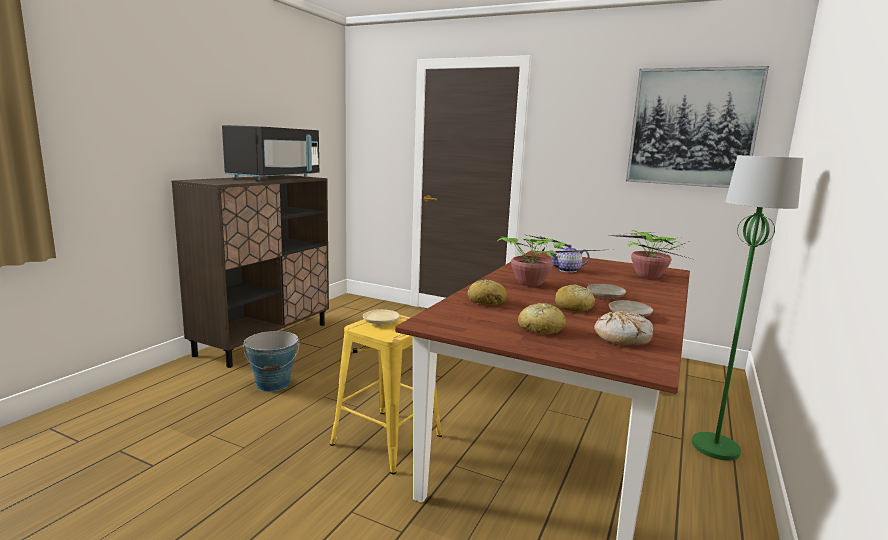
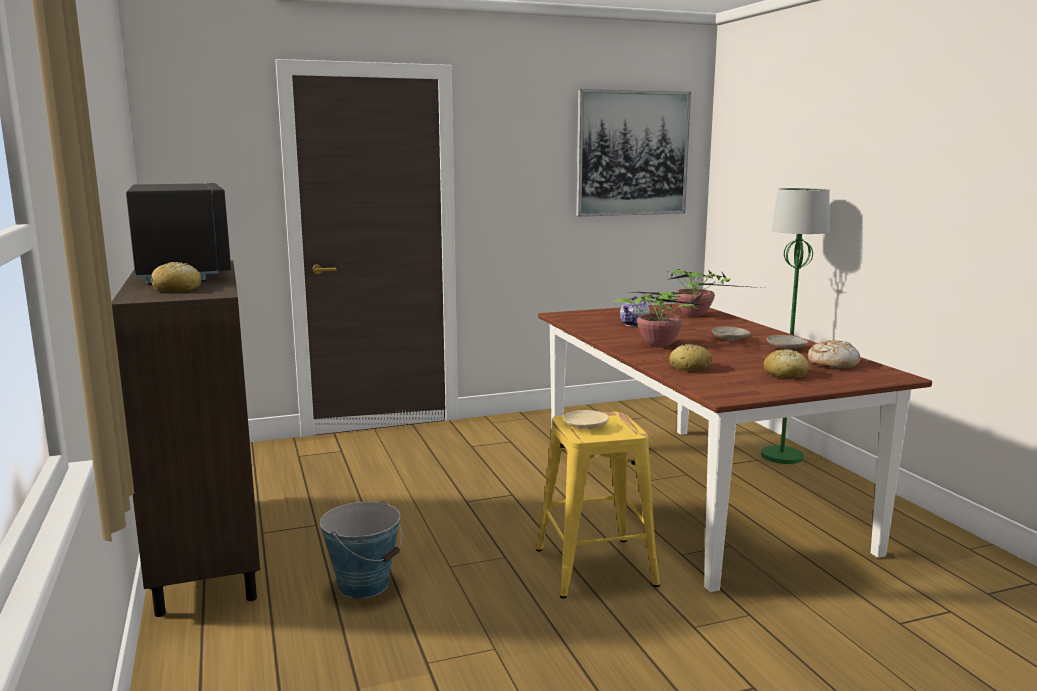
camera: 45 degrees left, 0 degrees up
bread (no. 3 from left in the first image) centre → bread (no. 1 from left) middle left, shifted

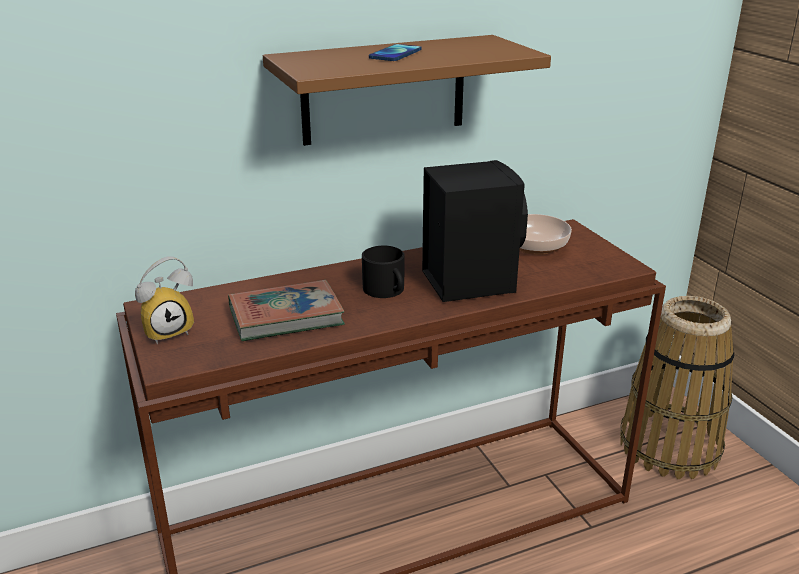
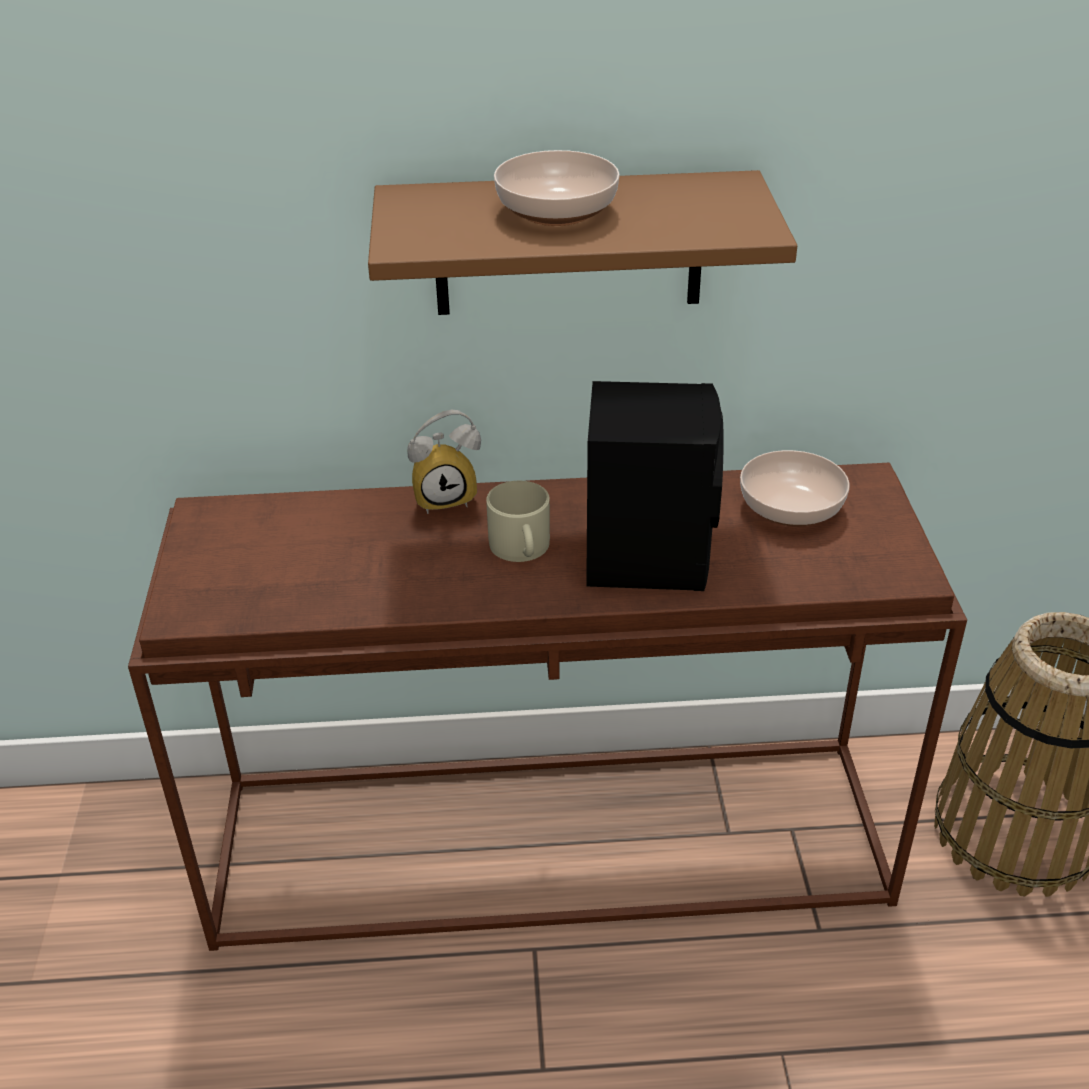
camera: 20 degrees right, 10 degrees up
volume centre → -
bedside clock middle left → bedside clock centre, shifted
telephone top centre → deep dish (no. 1 from left) top centre
black-coloured tea mug centre → beige tea mug centre

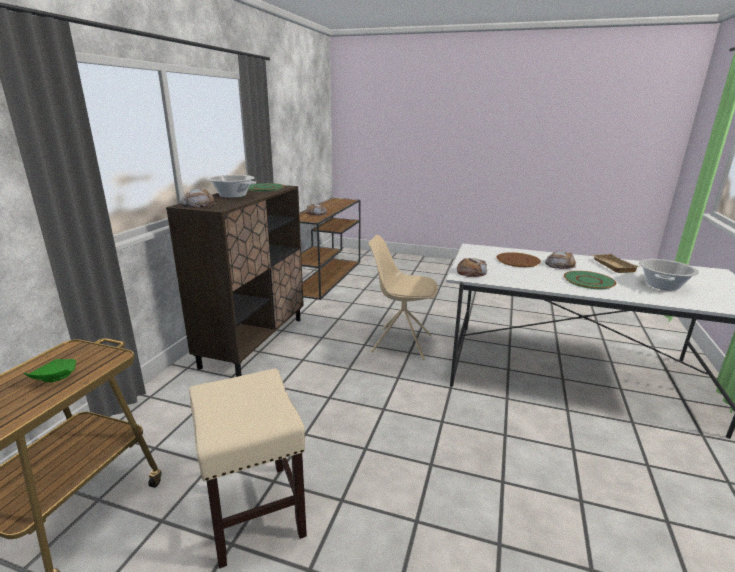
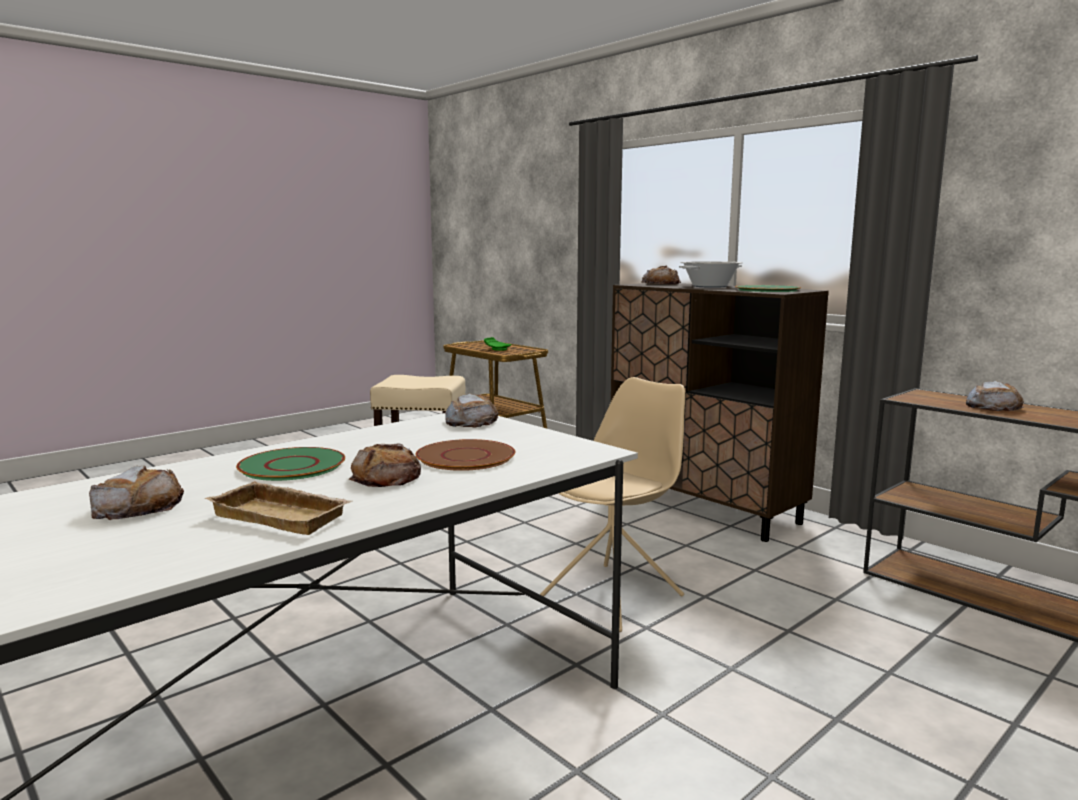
camera: 120 degrees right, 10 degrees down
saucepot (no. 2 from left) middle right → bread (no. 1 from left) middle left

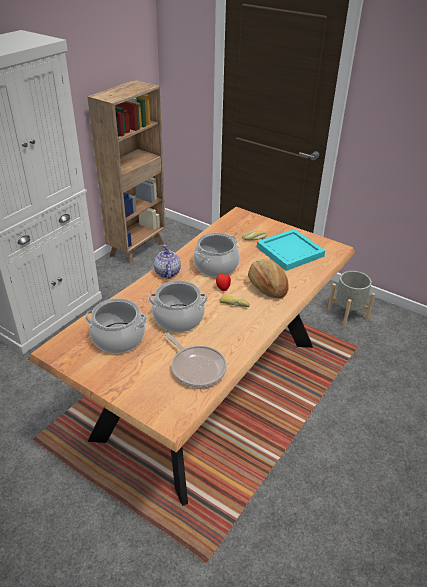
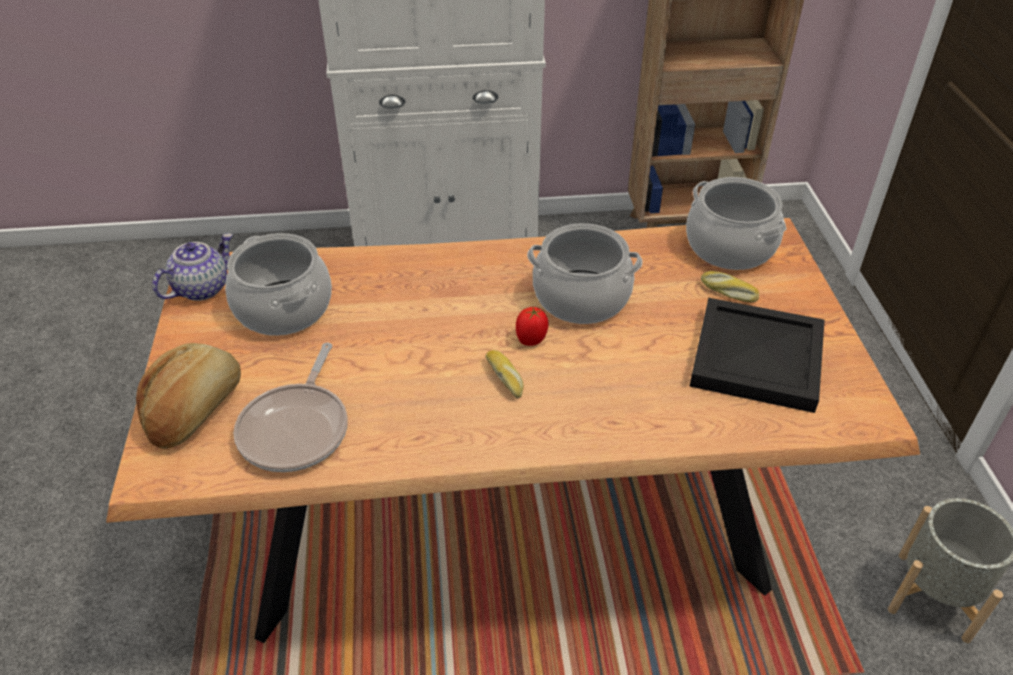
camera: 50 degrees right, 5 degrees up
saucepot (no. 2 from left in the first image) centre → saucepot (no. 3 from left) top right, shifted
tea pot centre → tea pot middle left, shifted
bread (no. 3 from left in the first image) centre → bread (no. 1 from left) middle left, shifted
turquoise-coloured tray middle right → black-coloured tray middle right

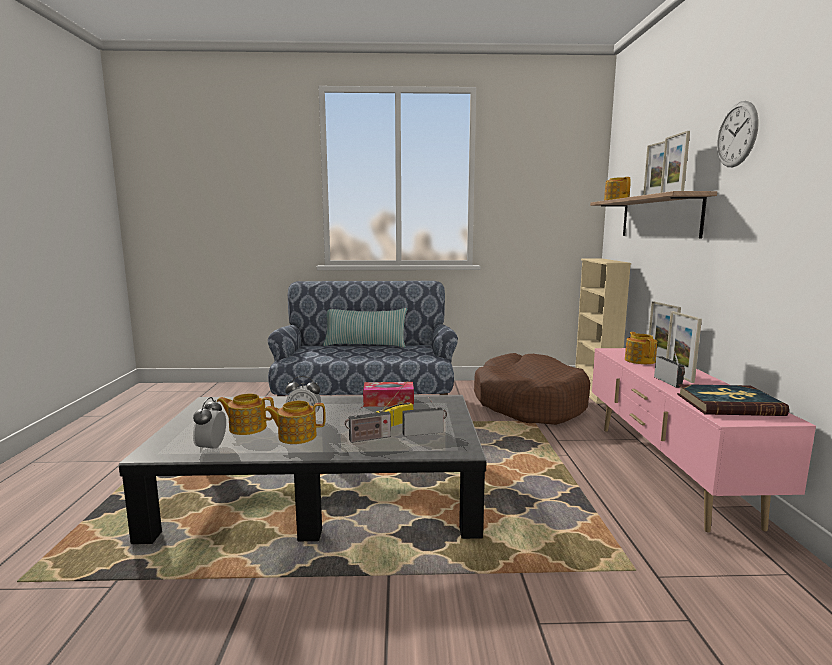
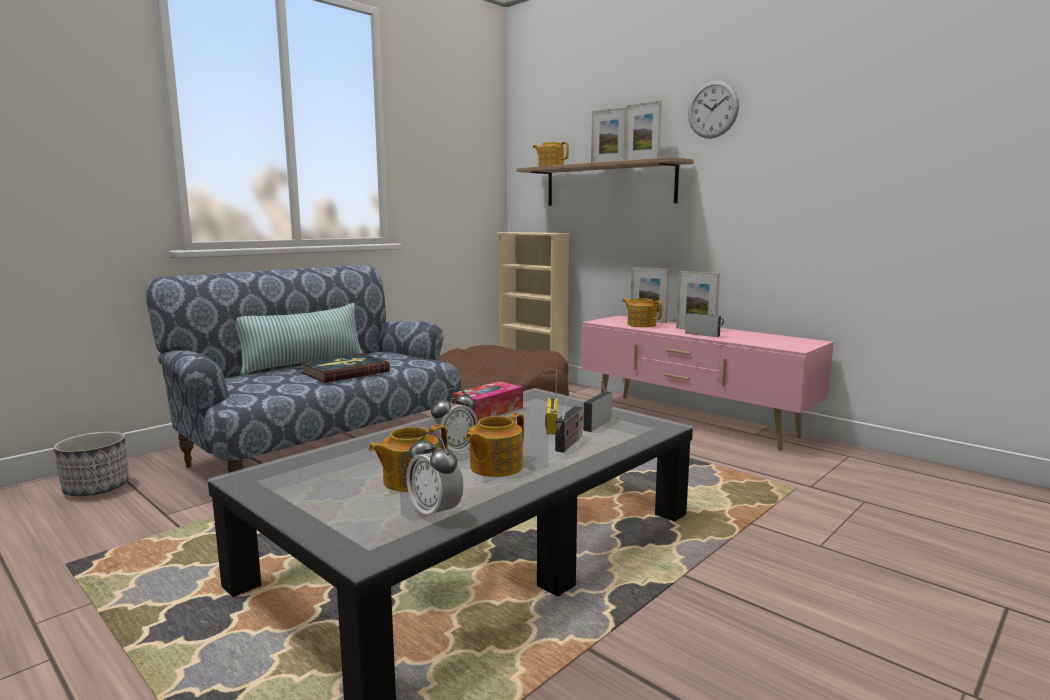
camera: 45 degrees left, 0 degrees up
- → plant pot middle left
volume middle right → volume middle left, shifted

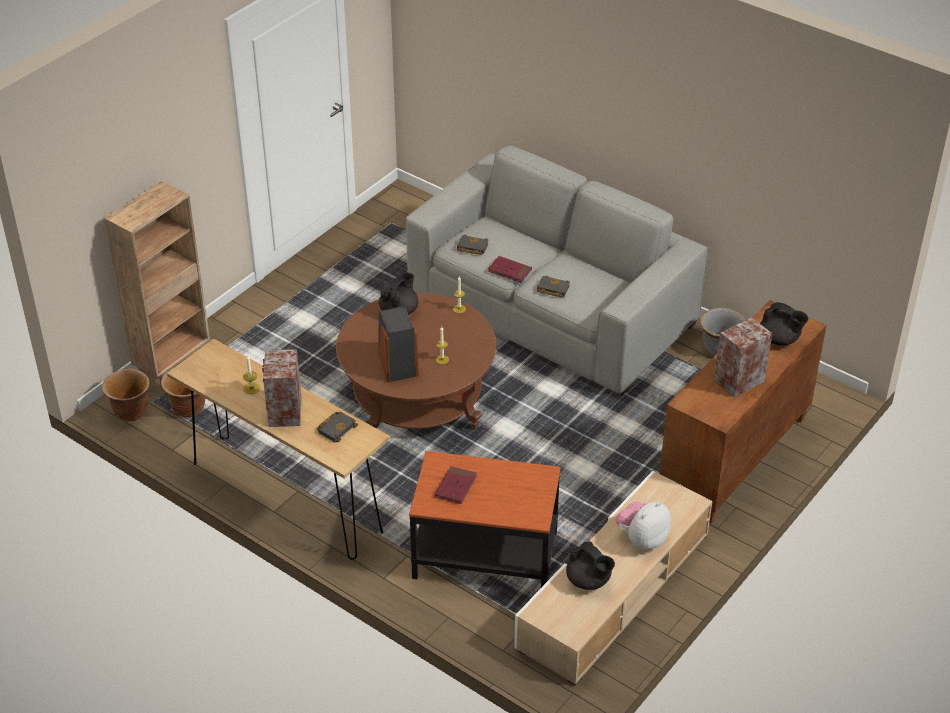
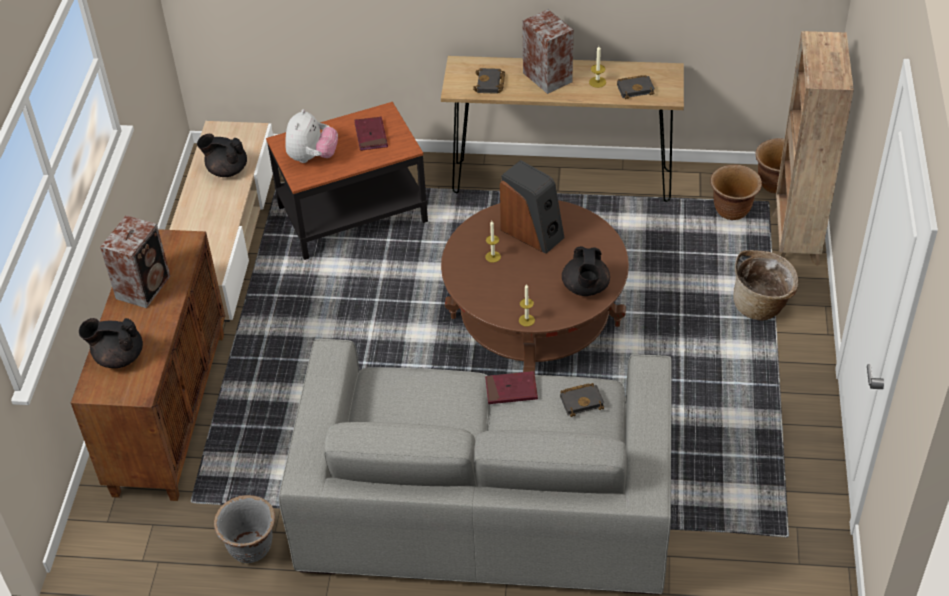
camera: 150 degrees right, 5 degrees up
- → storage basket middle right
black-coloured volume (no. 3 from left) centre → black-coloured volume (no. 3 from left) top right, shifted
cuddly toy bottom right → cuddly toy top left, shifted

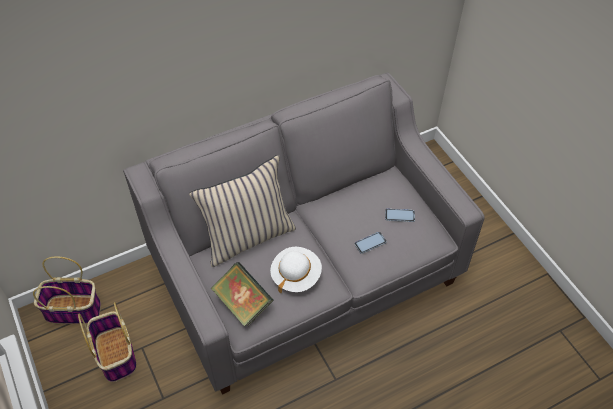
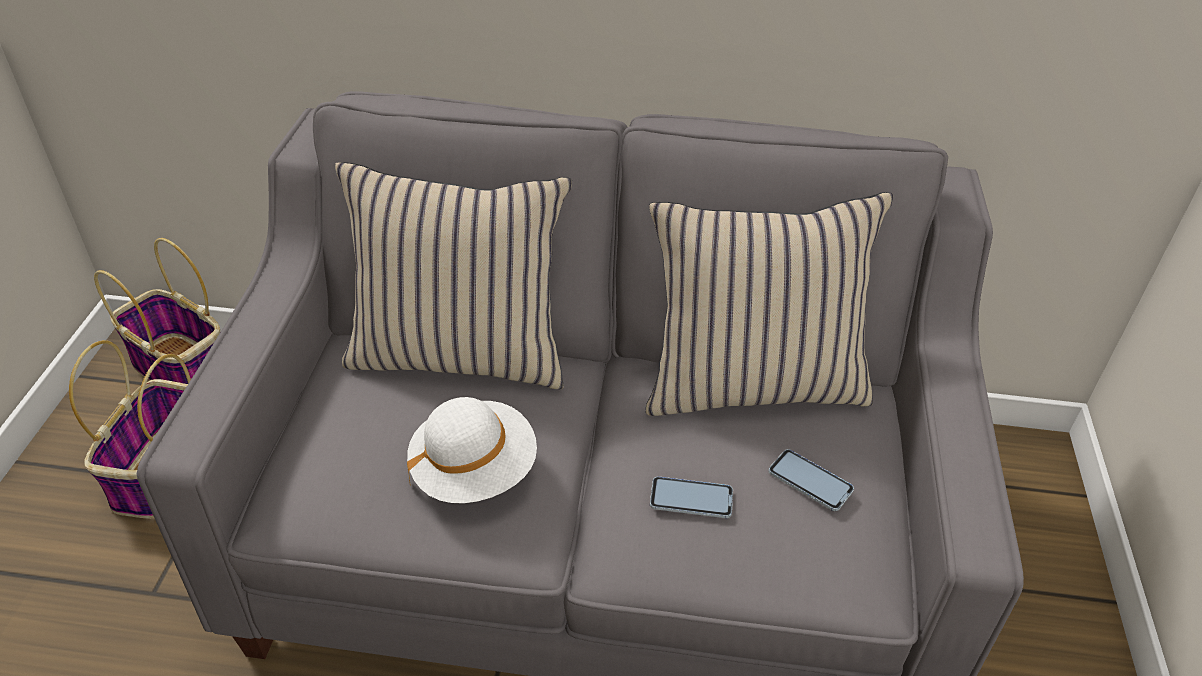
camera: 35 degrees right, 10 degrees down
volume bottom centre → -
- → beige pillow (no. 2 from left) centre

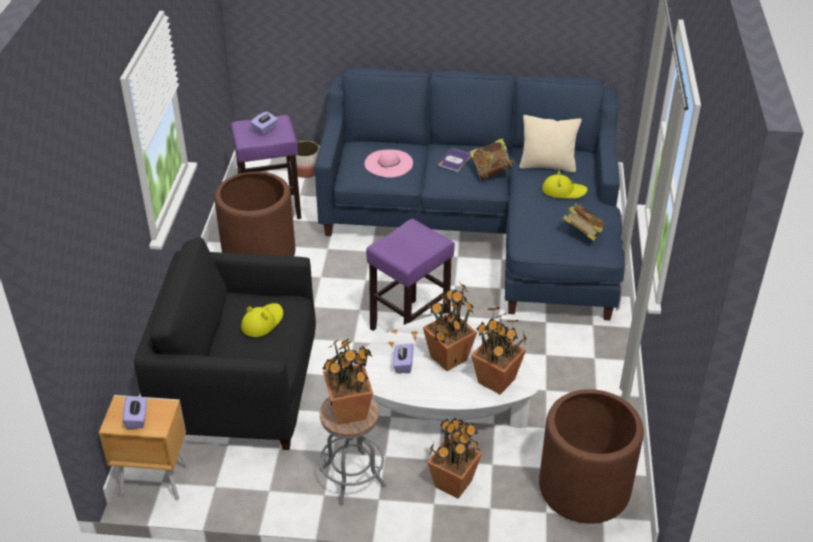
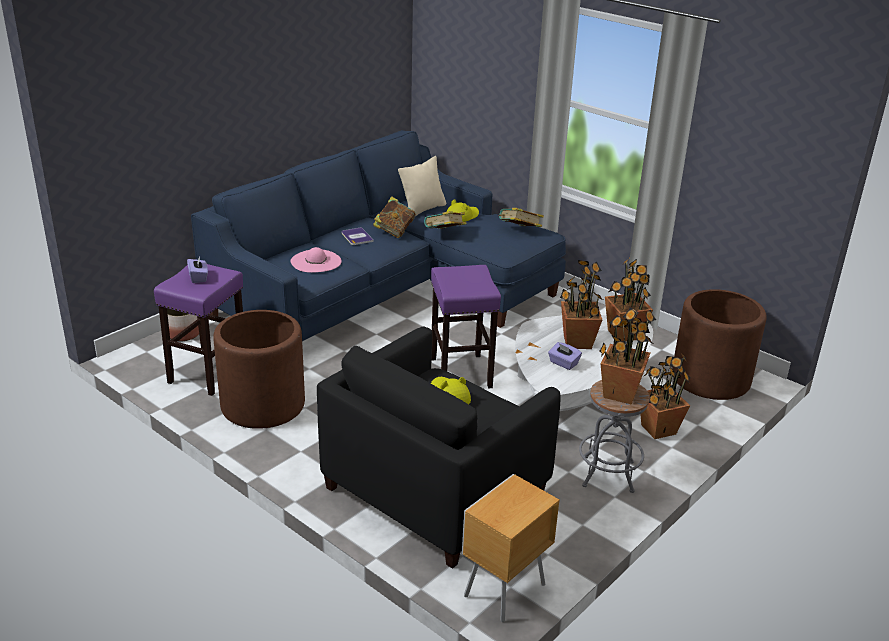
camera: 55 degrees left, 10 degrees down
purple box of tissues (no. 1 from left) bottom left → -
- → volume (no. 3 from left) centre

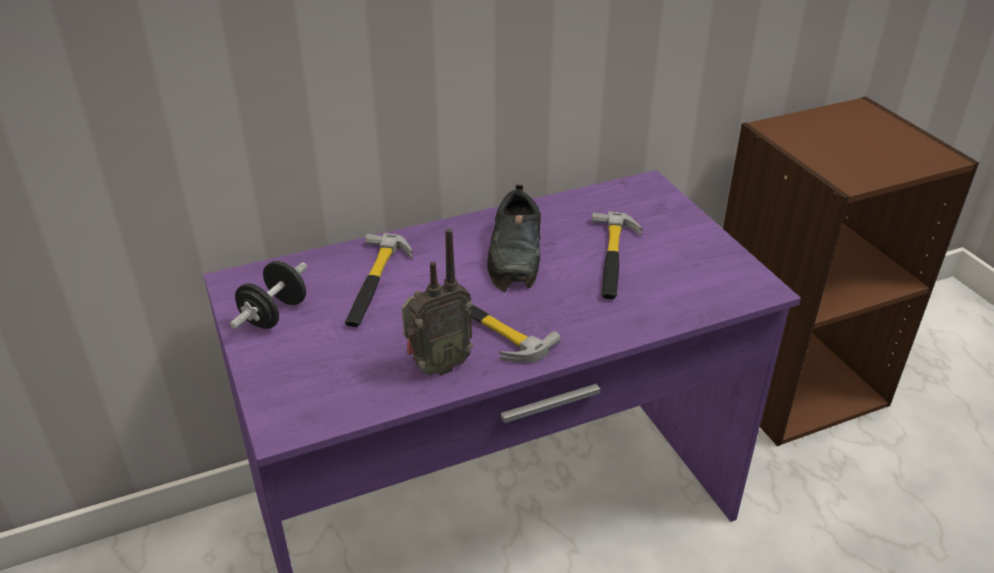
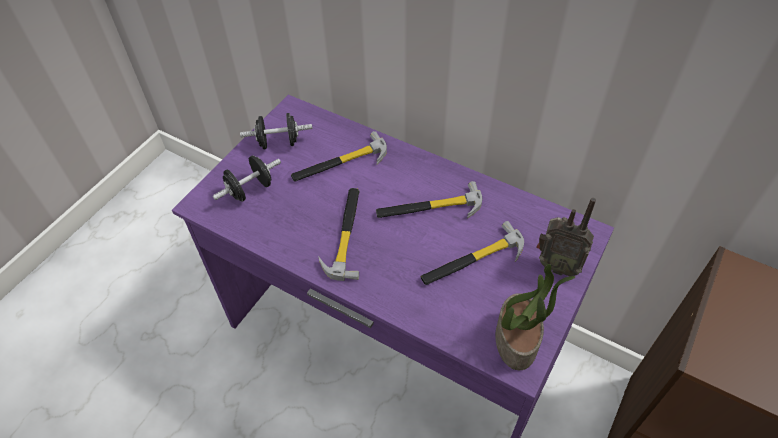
camera: 55 degrees right, 15 degrees up
- → black-coloured dumbbell (no. 1 from left) middle left
- → houseplant bottom right
radio centre → radio middle right, shifted
black-coloured shoe centre → tool hammer (no. 3 from left) centre

